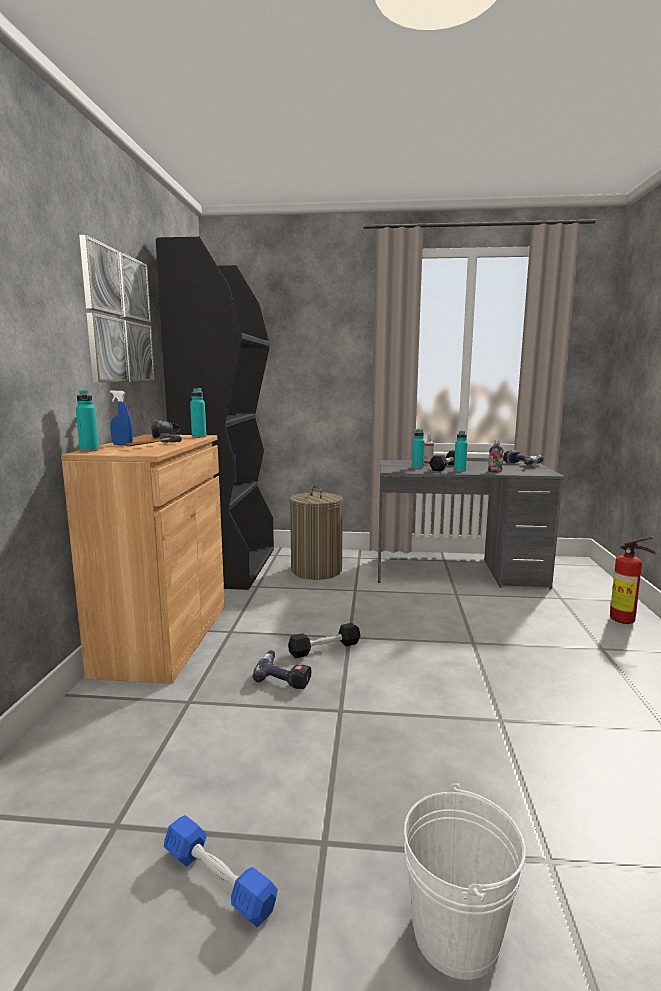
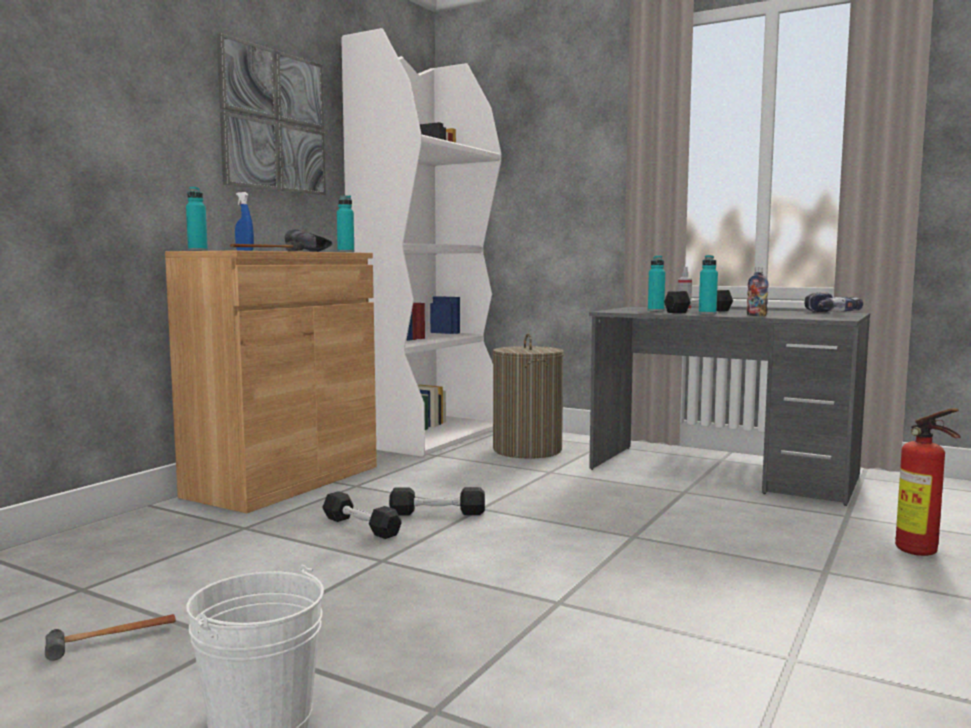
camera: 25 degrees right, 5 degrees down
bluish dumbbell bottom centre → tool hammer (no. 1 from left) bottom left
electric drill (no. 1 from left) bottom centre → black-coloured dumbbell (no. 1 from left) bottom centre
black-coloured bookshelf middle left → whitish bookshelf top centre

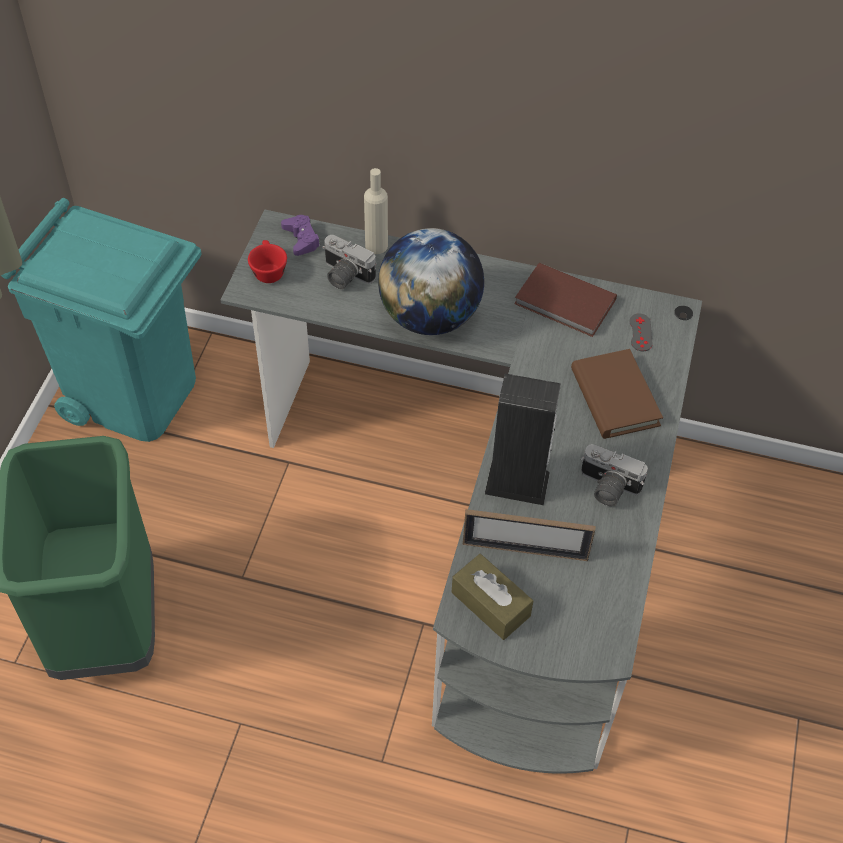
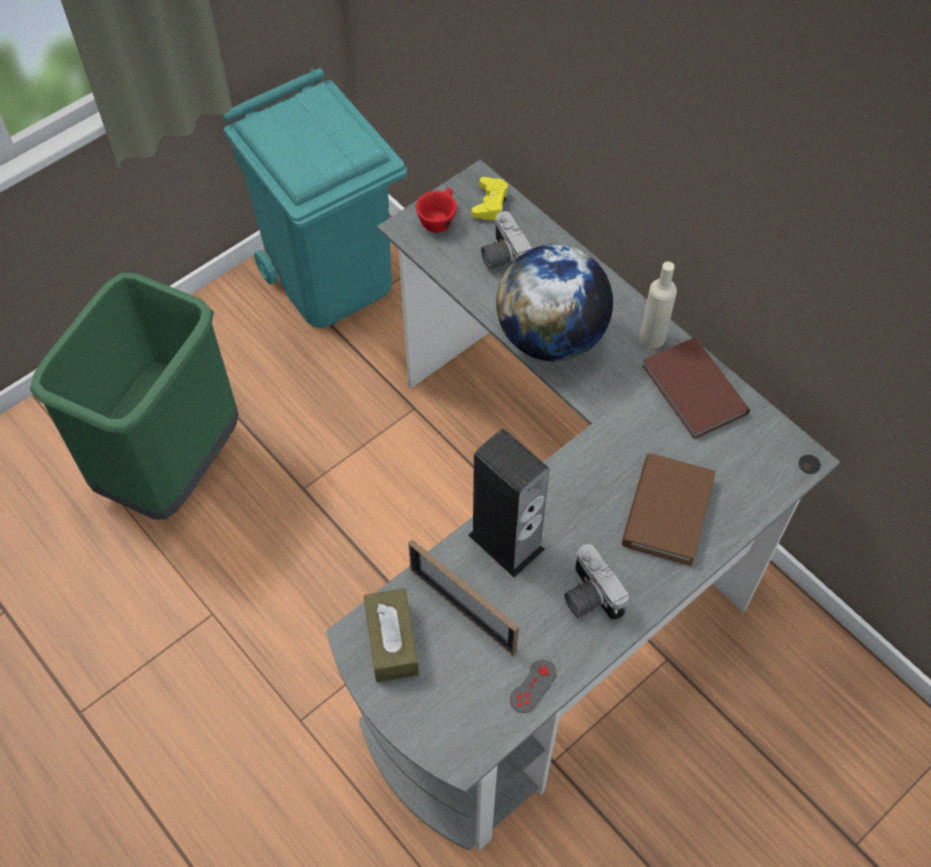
camera: 35 degrees right, 5 degrees up
beige bottle top centre → beige bottle middle right, shifted
grey joypad middle right → grey joypad bottom centre, shifted
purple joypad top centre → yellow-coloured joypad top centre

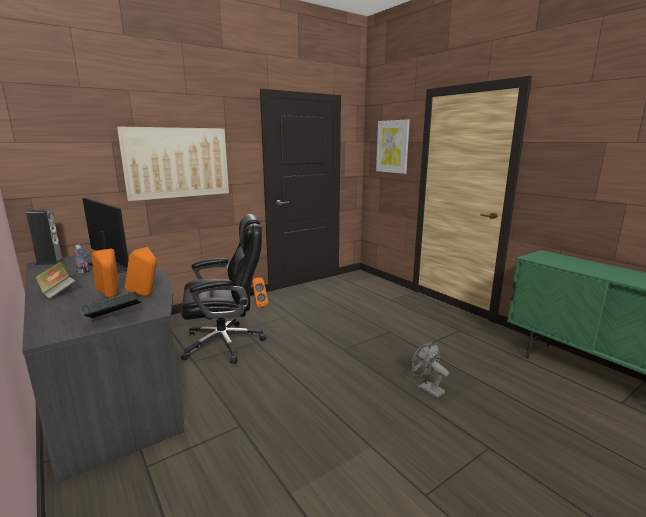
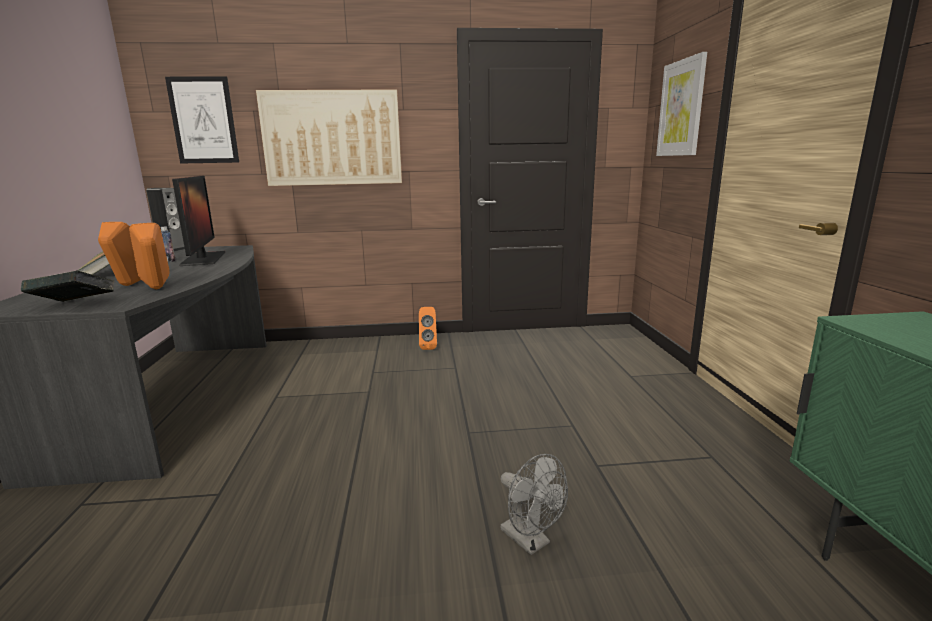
camera: 30 degrees right, 0 degrees up
black-coloured desk chair centre → -
- → wall picture (no. 1 from left) top left
grey cooling fan bottom centre, 150 degrees clockwise

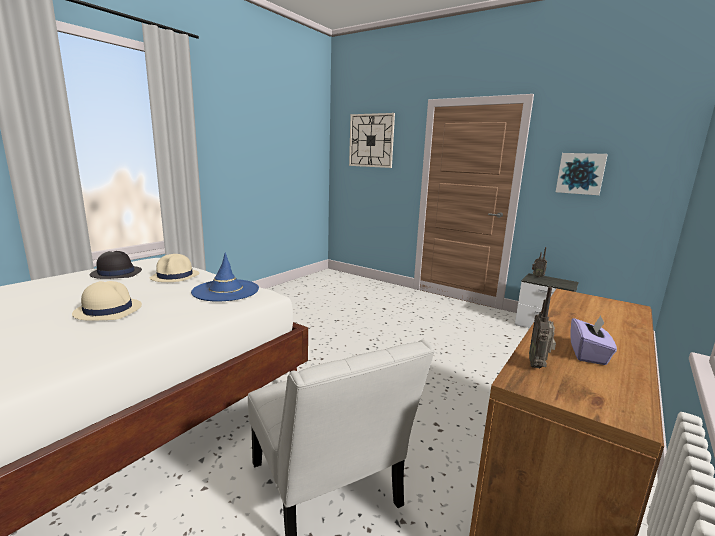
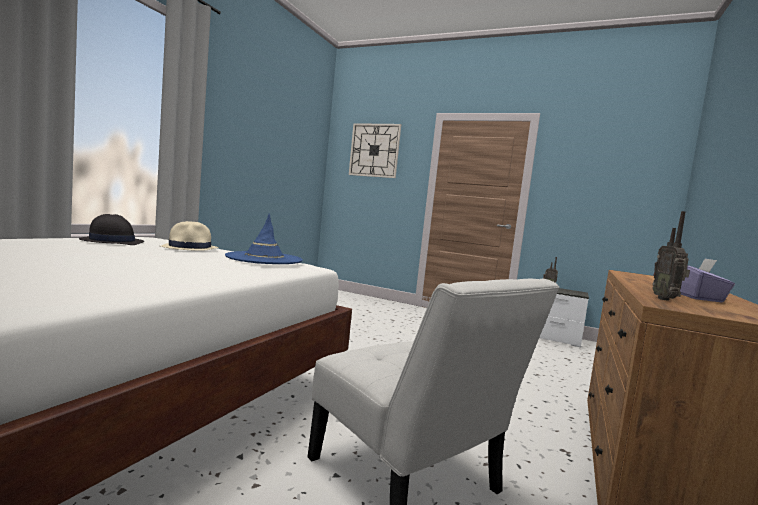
camera: 10 degrees left, 10 degrees down
beige clothing hat (no. 1 from left) middle left → -
wall picture top right → -

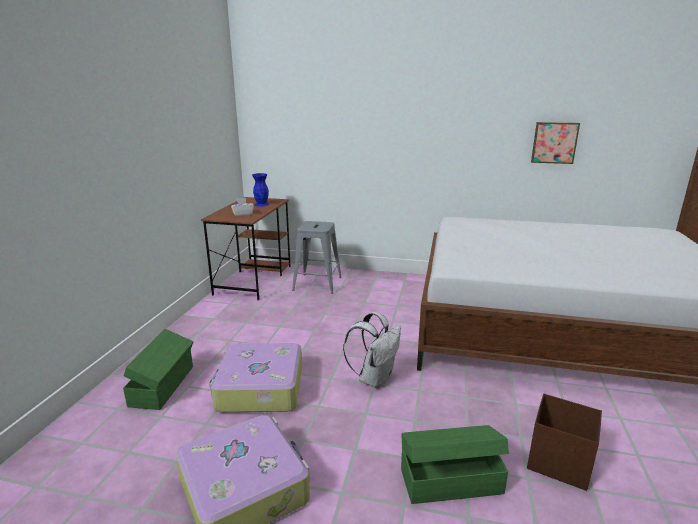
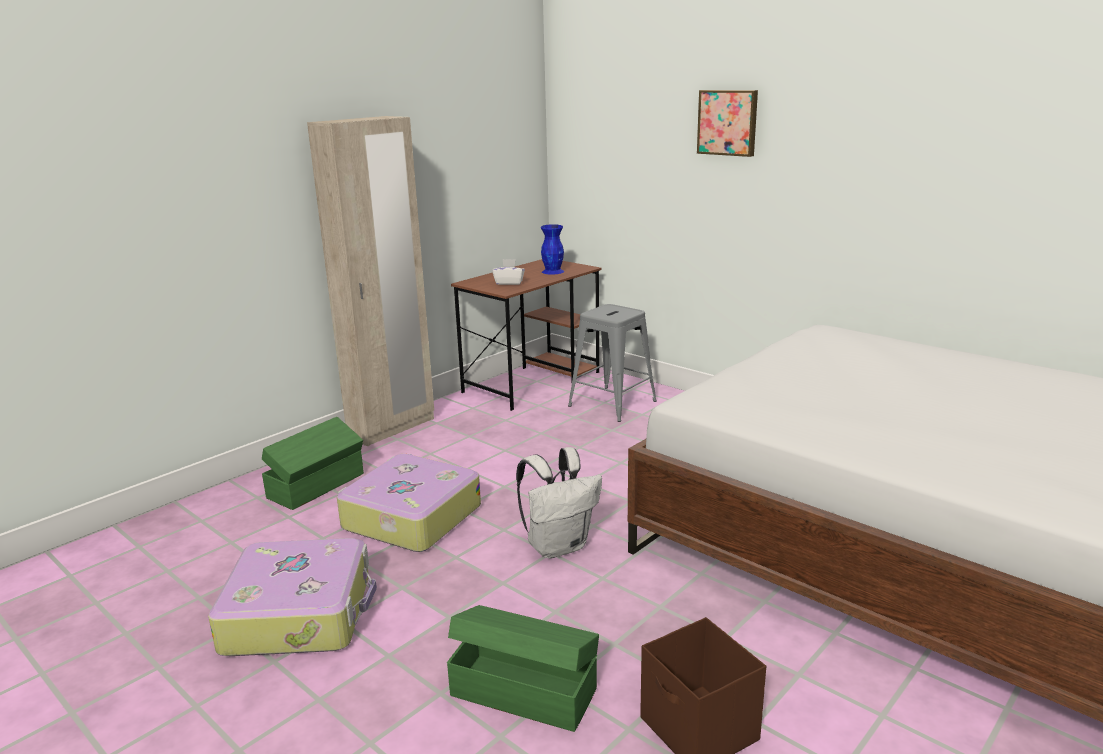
camera: 30 degrees right, 0 degrees up
- → beige clothes cupboard centre
wall picture top right → wall picture top centre, shifted

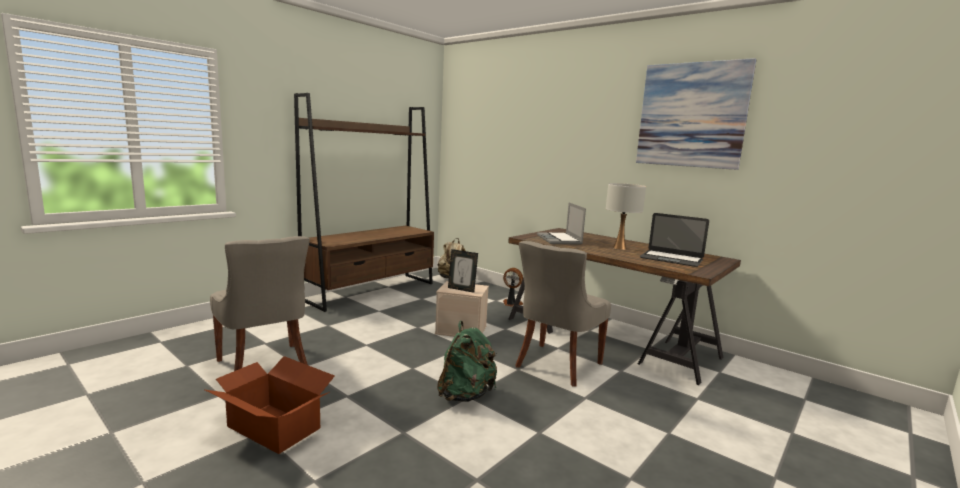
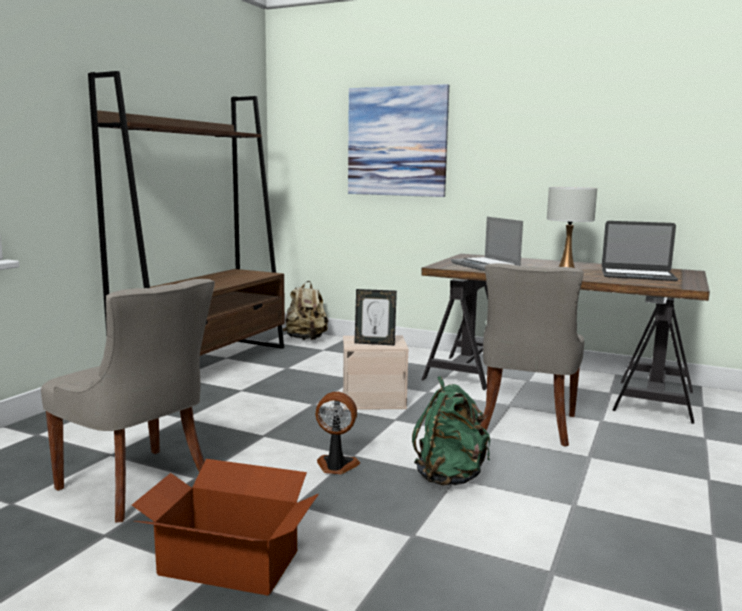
camera: 15 degrees left, 0 degrees up
cooling fan centre → cooling fan bottom centre, shifted
wall picture top right → wall picture top centre, shifted

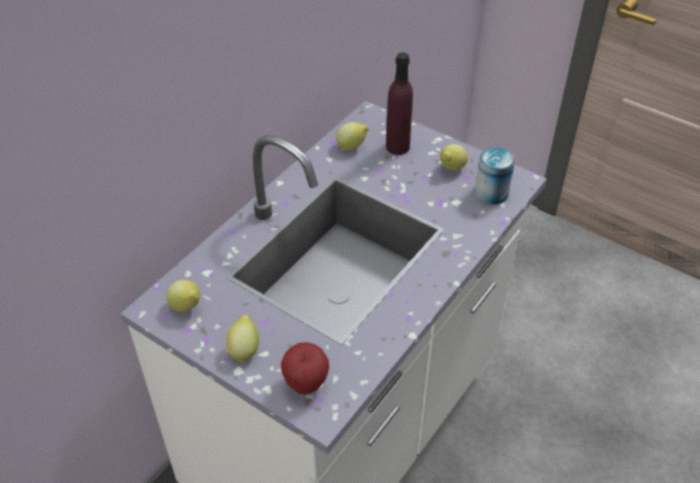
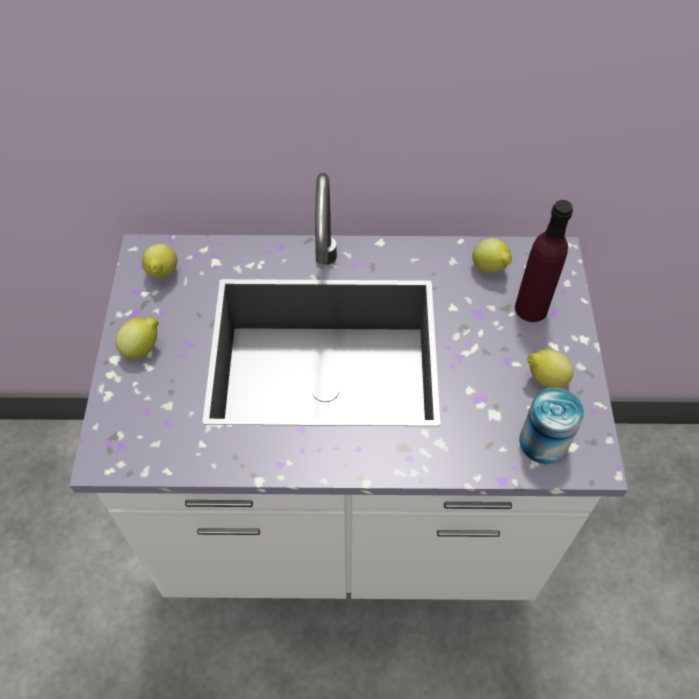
camera: 55 degrees right, 10 degrees up
apple fruit bottom centre → -

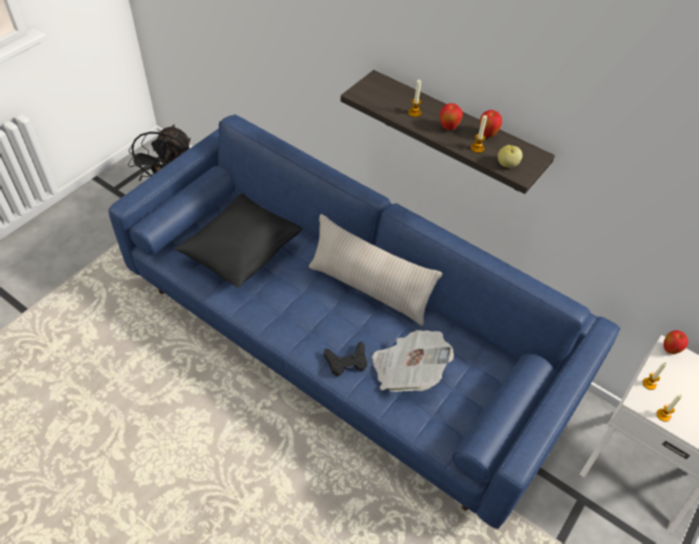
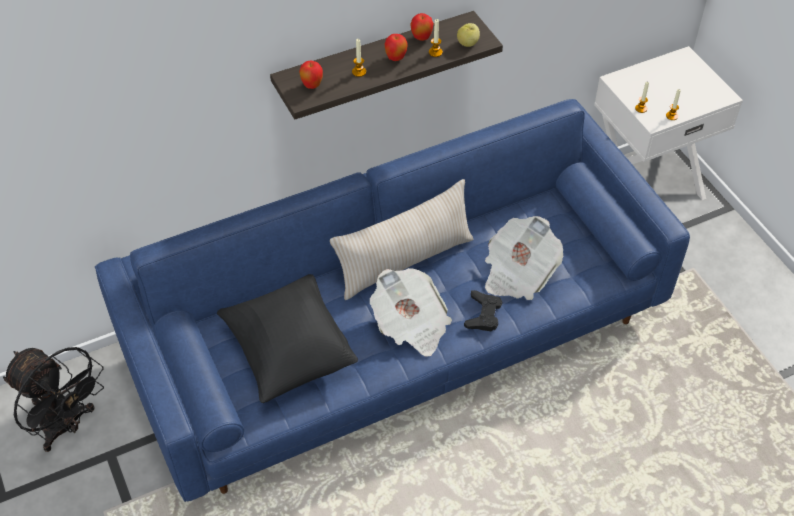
camera: 60 degrees left, 0 degrees up
- → newspaper (no. 1 from left) centre
apple fruit (no. 4 from left in the first image) middle right → apple fruit (no. 1 from left) top centre, shifted

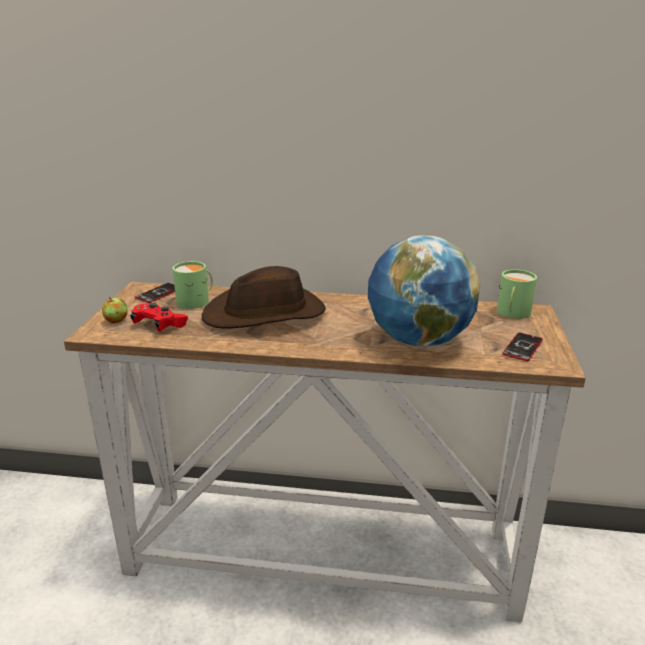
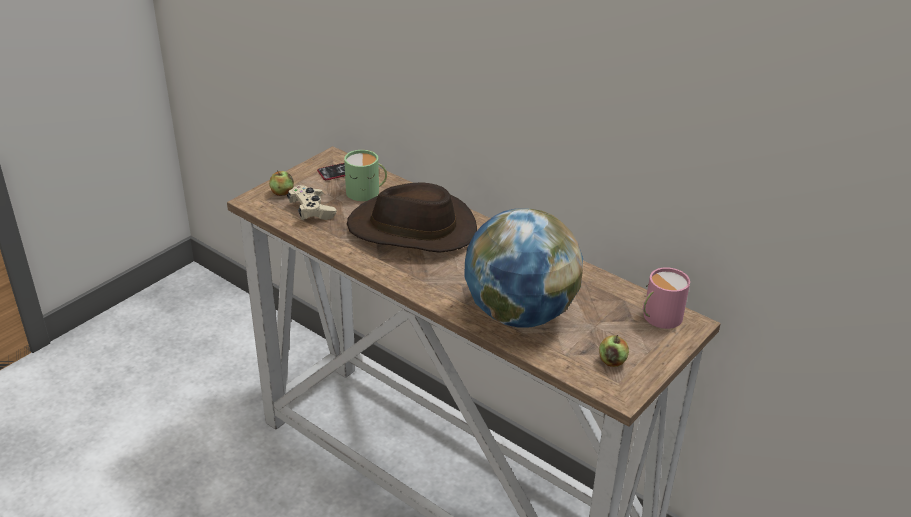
camera: 30 degrees right, 10 degrees up
telephone (no. 2 from left) middle right → apple fruit (no. 2 from left) bottom right
reddish joypad middle left → beige joypad centre
greenish tea mug (no. 2 from left) middle right → pinkish tea mug middle right

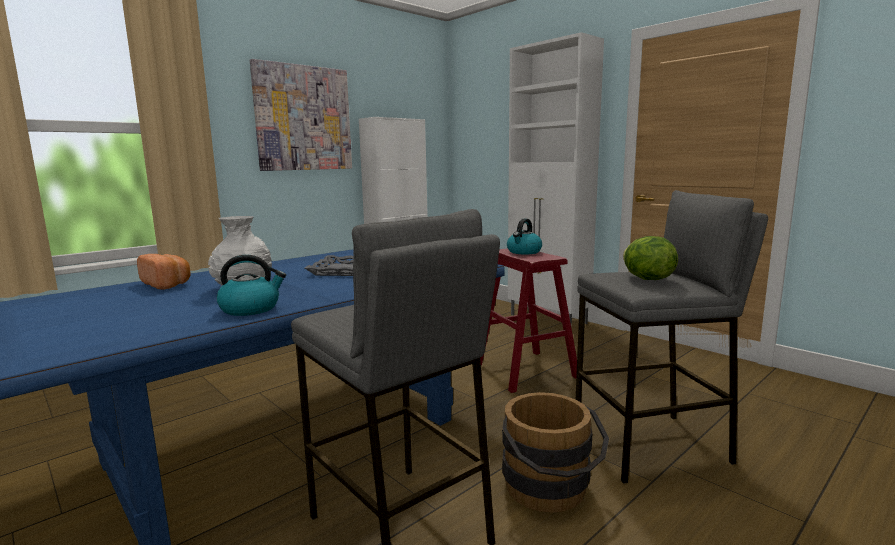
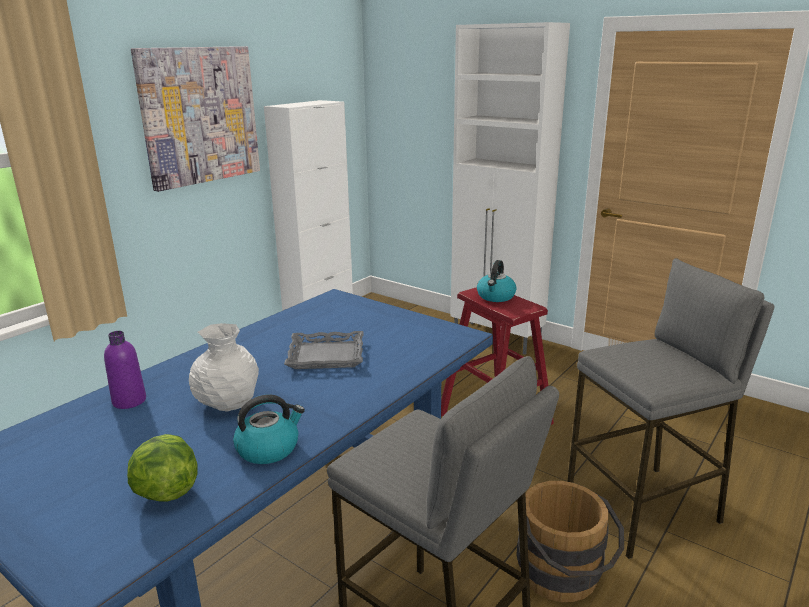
camera: 10 degrees left, 10 degrees up
lettuce middle right → lettuce bottom left, shifted
bread middle left → purple bottle middle left

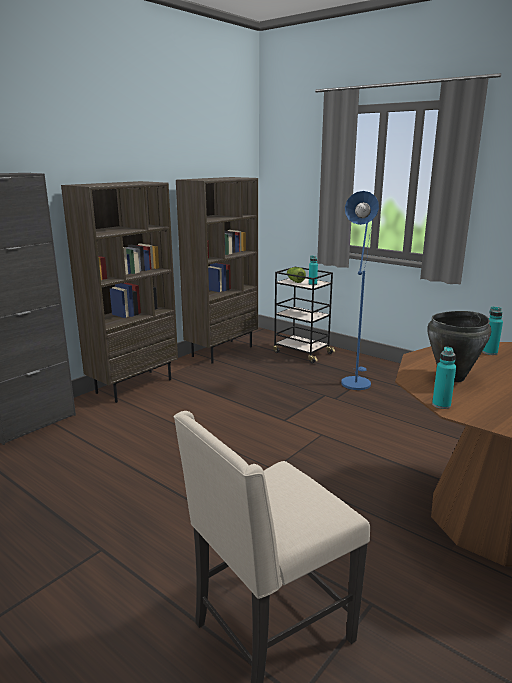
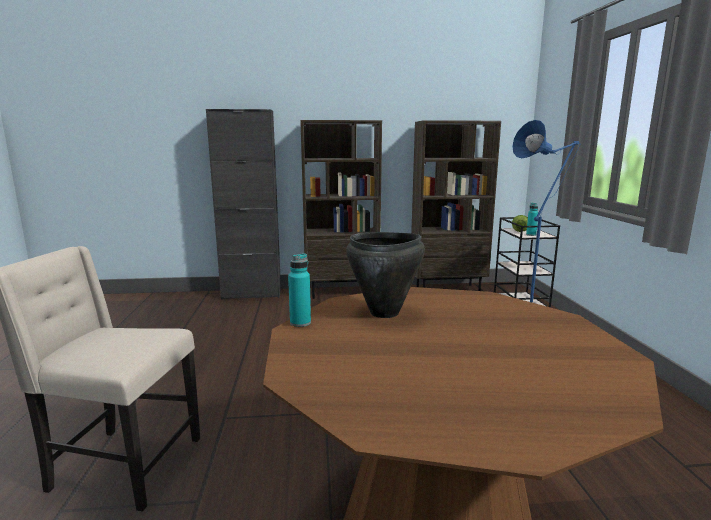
camera: 45 degrees right, 5 degrees down
turquoise-coloured bottle (no. 3 from left) middle right → -

